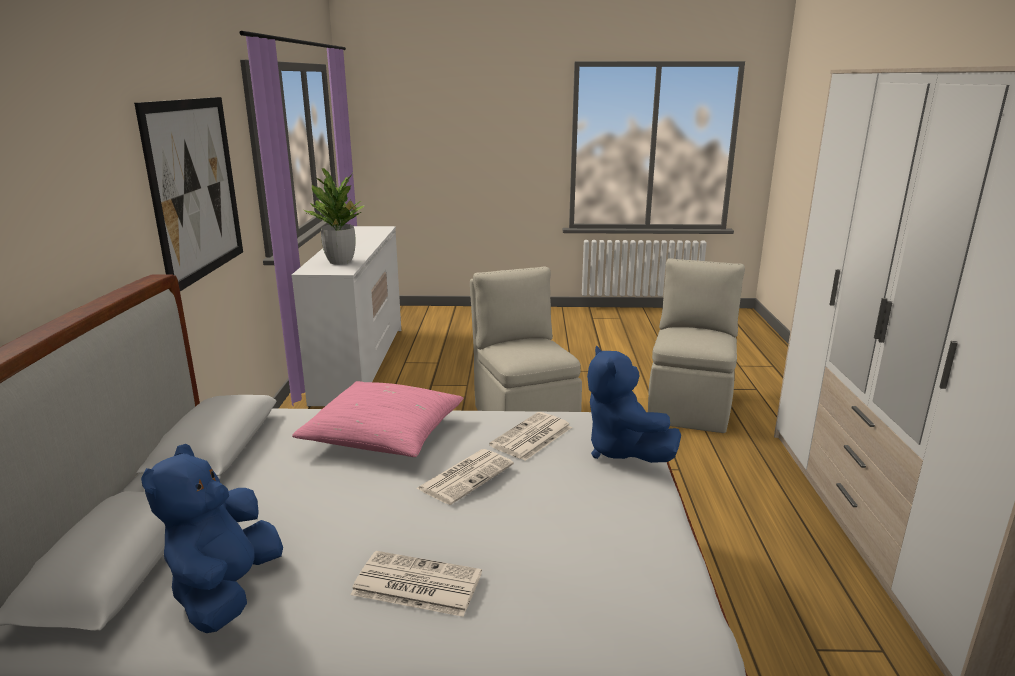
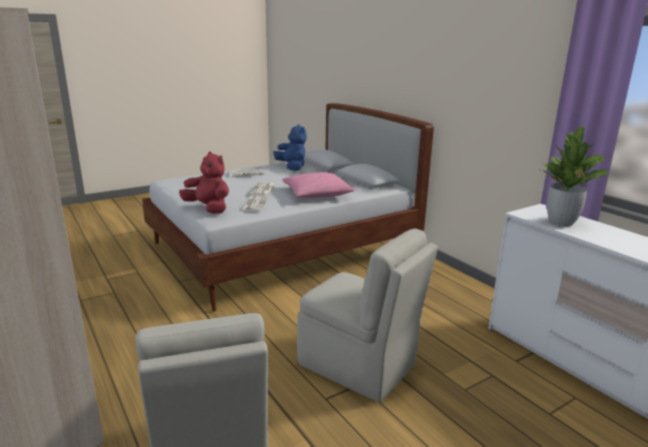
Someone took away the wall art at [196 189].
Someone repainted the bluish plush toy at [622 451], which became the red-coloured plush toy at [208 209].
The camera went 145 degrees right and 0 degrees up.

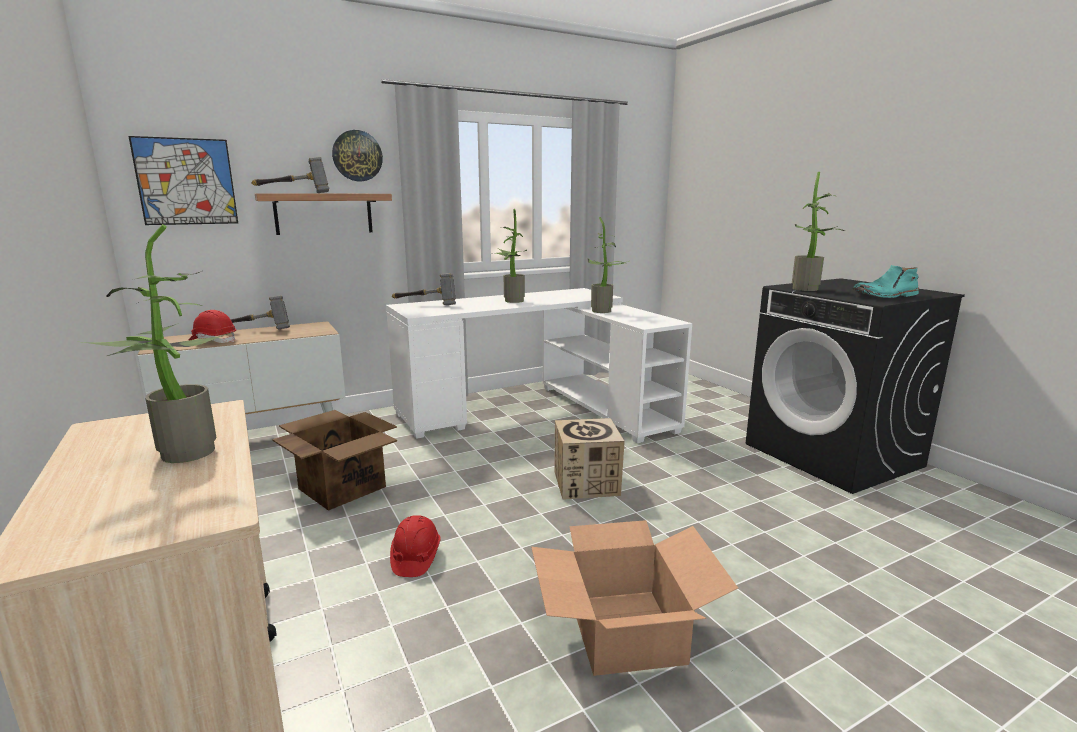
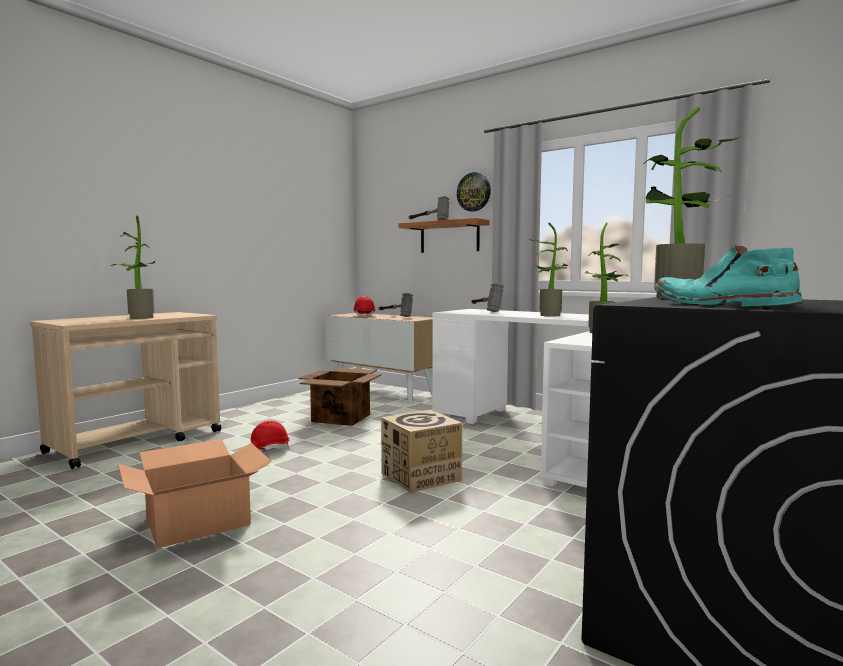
Someone took away the wall art at [186 181].
The camera went 65 degrees right and 10 degrees down.

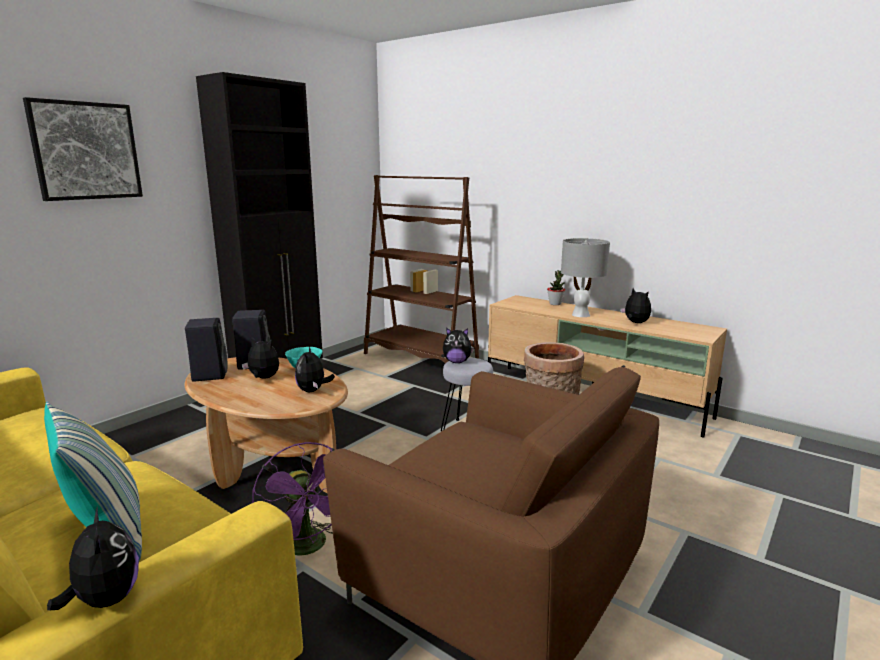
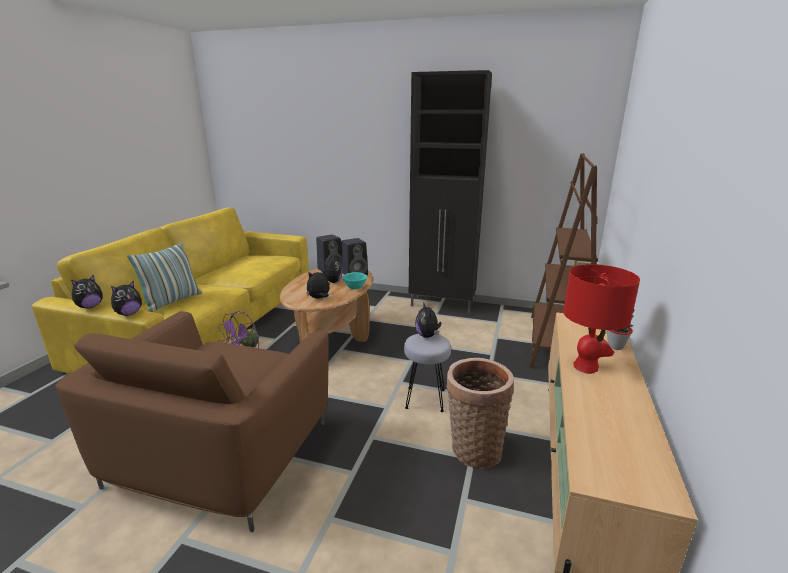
Someone took away the wall art at [86 151].
Someone repainted the greyish lamp for a table at [580 314], which became the red-coloured lamp for a table at [586 367].
Someone carried the plush toy from [635 323] to [129 314].
The camera went 70 degrees right and 5 degrees up.

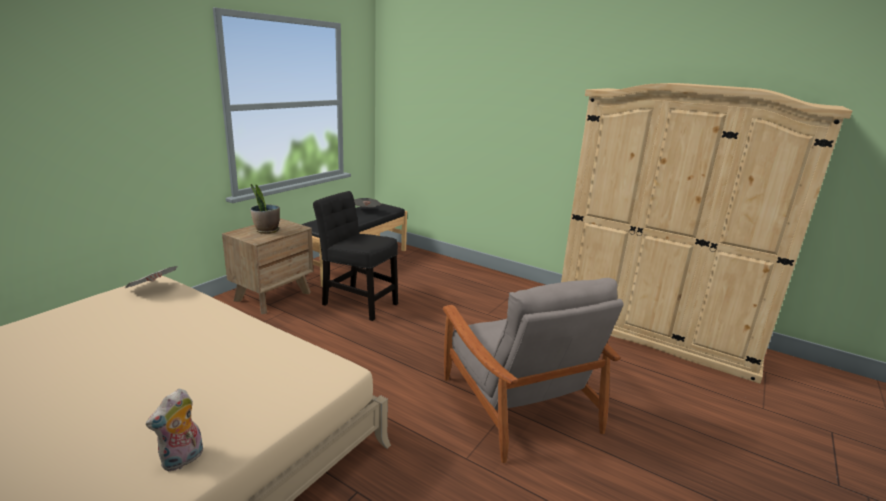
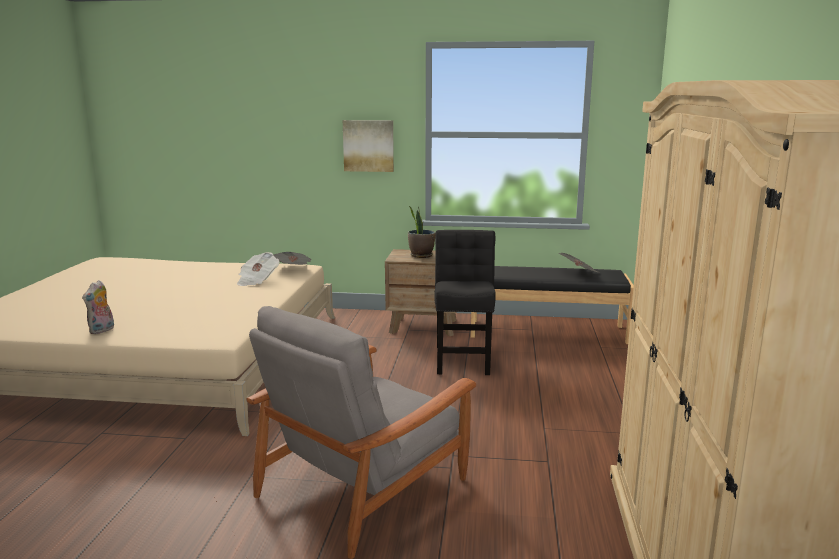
Someone rotated the plush toy at [183 460] by 75 degrees counterclockwise.
Someone put up the wall art at [368 145].
Someone put down the printed paper at [257 281].
The camera went 65 degrees right and 5 degrees down.

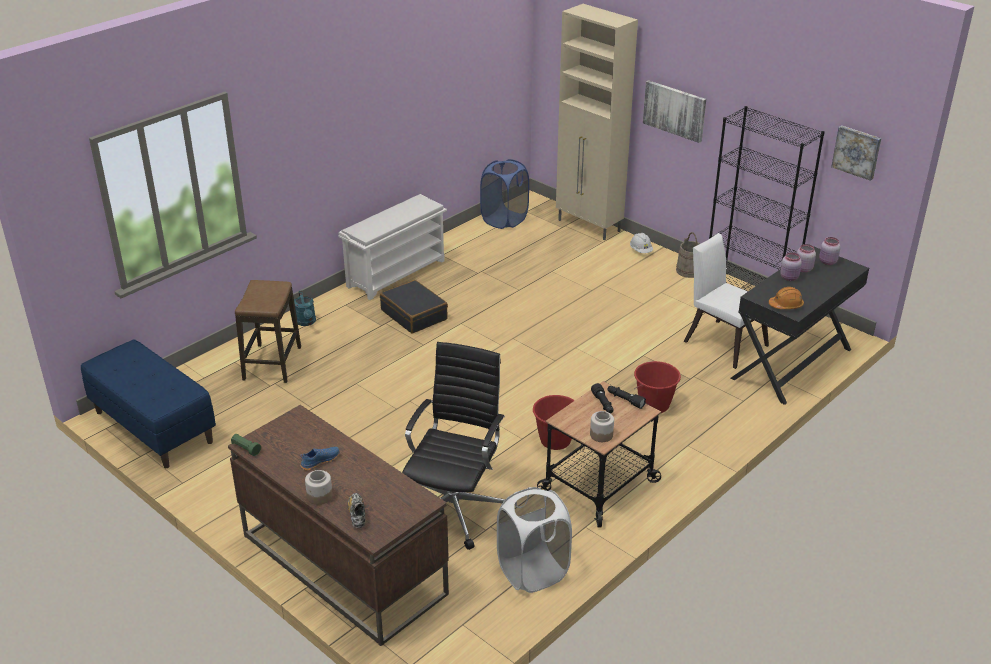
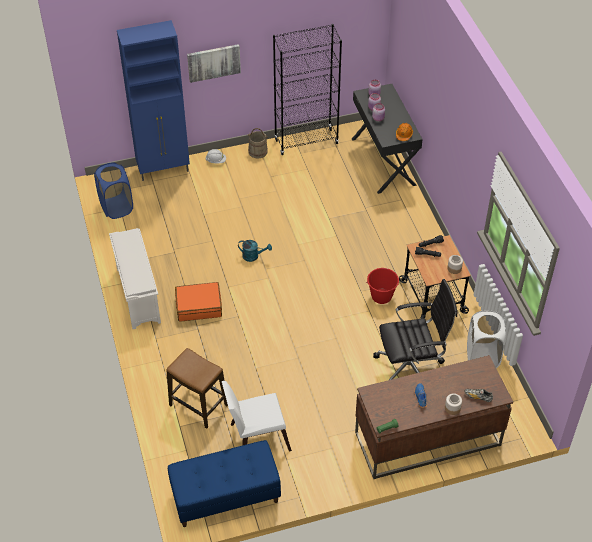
Someone repainted the sand-coloured storage cabinet at [589 226], which became the bluish storage cabinet at [164 169].
Someone took away the wall art at [857 152].
Someone carried the whitish upright chair from [722 341] to [256 437].
Someone repainted the black suitcase at [414 315], which became the orange-coloured suitcase at [199 306].
Someone carried the turquoise-coloured watering can from [306 322] to [253 256].
Someone rotated the black office chair at [455 508] by 120 degrees clockwise.
Someone took away the red-coloured pail at [654 405].
The camera went 60 degrees left and 15 degrees up.

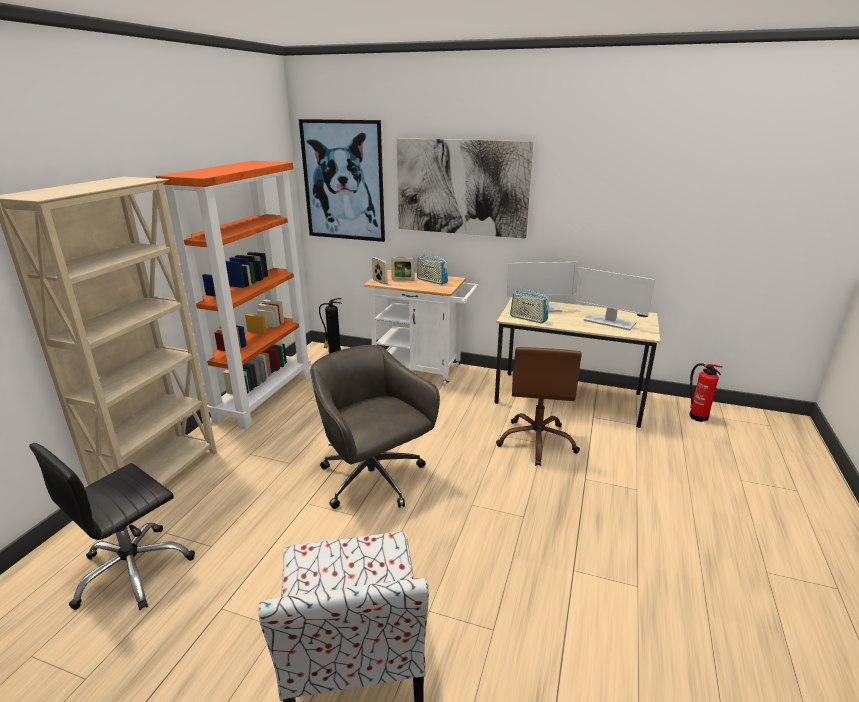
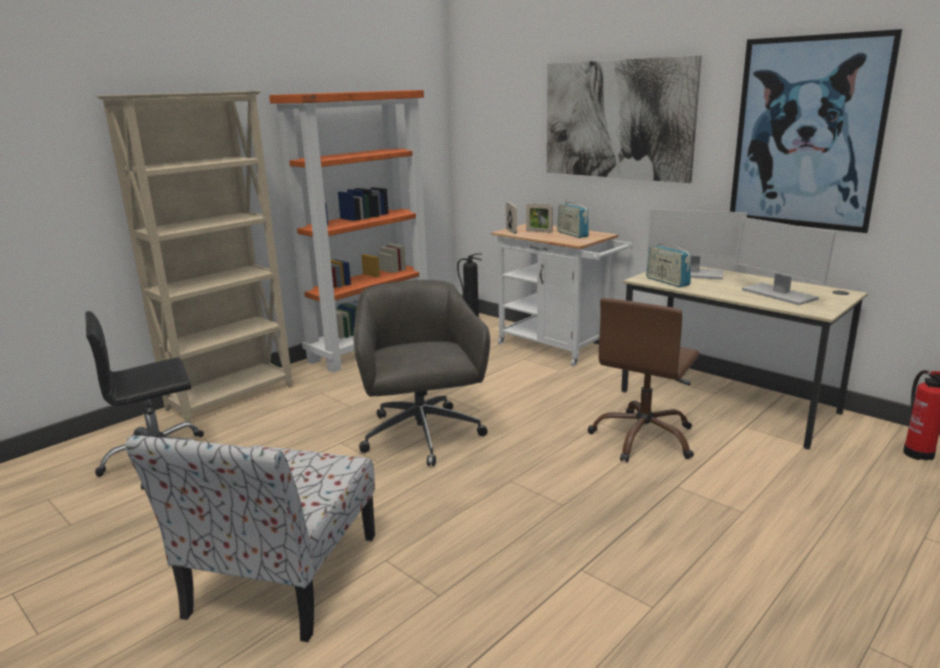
Someone carried the wall art from [343 181] to [807 133].
The camera went 25 degrees right and 5 degrees down.

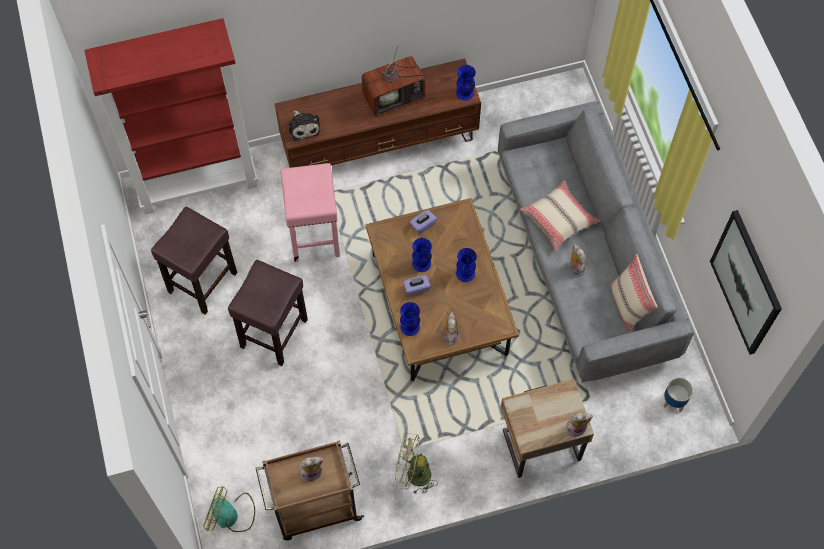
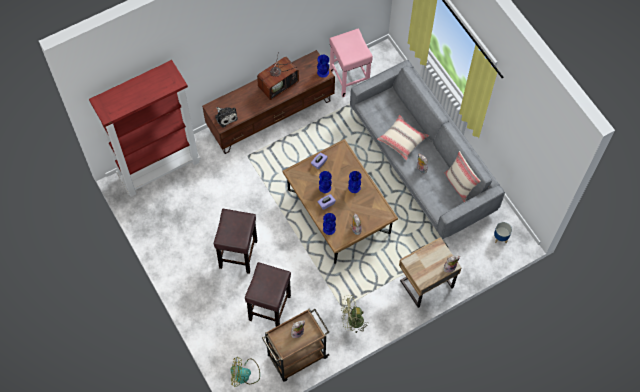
Someone carried the pink stool from [314 234] to [348 78].
Someone carried the brownish stool from [203 281] to [270 307].
Someone took away the wall art at [746 283].
The camera went 15 degrees left and 0 degrees up.

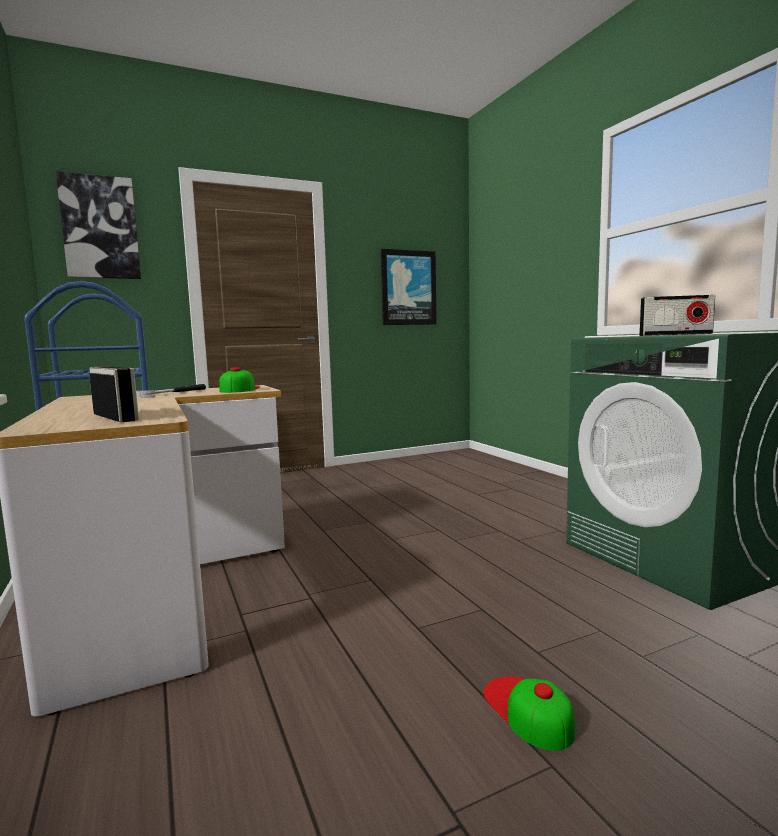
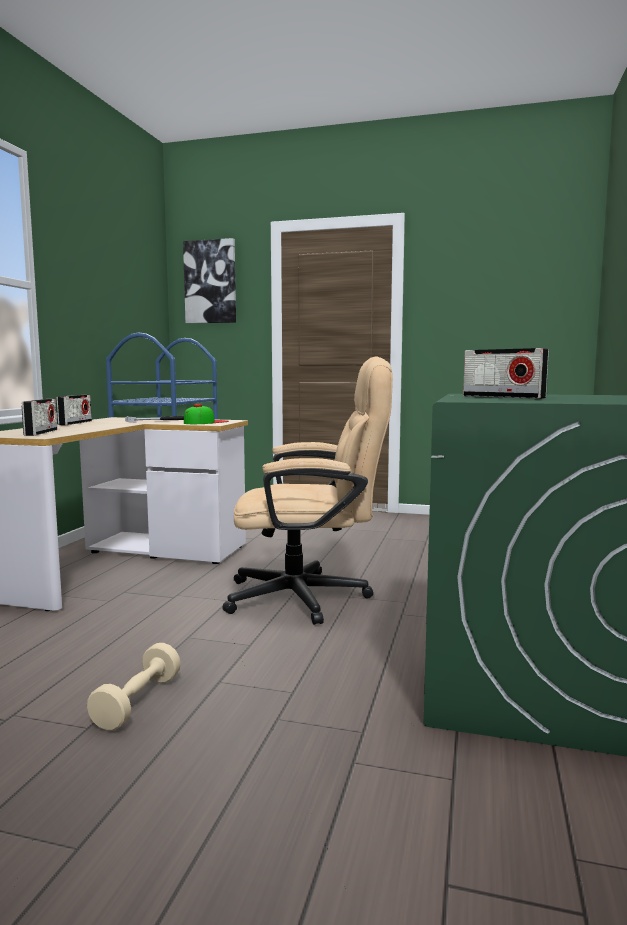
Someone took away the wall art at [408 288].
Someone swapped the cap at [527 710] for the sand-coloured free weight at [137 702].
Someone put down the sand-coloured office chair at [311 597].
Someone put down the radio receiver at [75 423].
The camera went 40 degrees right and 0 degrees up.

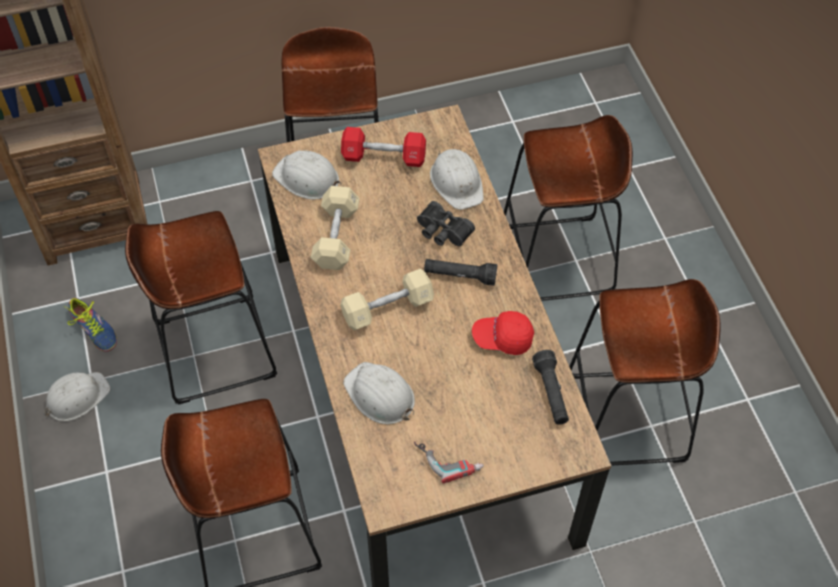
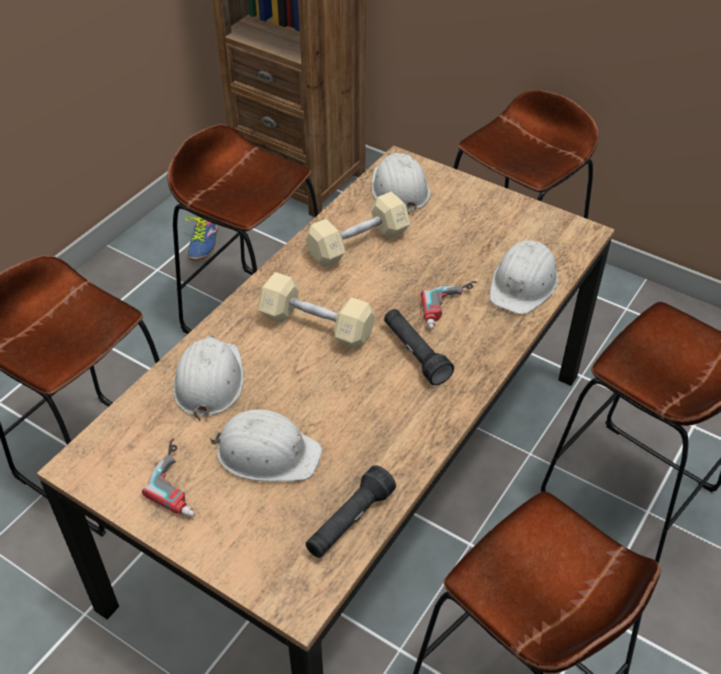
Someone took away the red-coloured free weight at [384 157].
Someone swapped the black field glasses at [442 232] for the electric drill at [451 309].
Someone took away the red-coloured cap at [502 338].
Someone carried the whitish safety helmet from [77 397] to [267 453].
The camera went 50 degrees right and 10 degrees down.

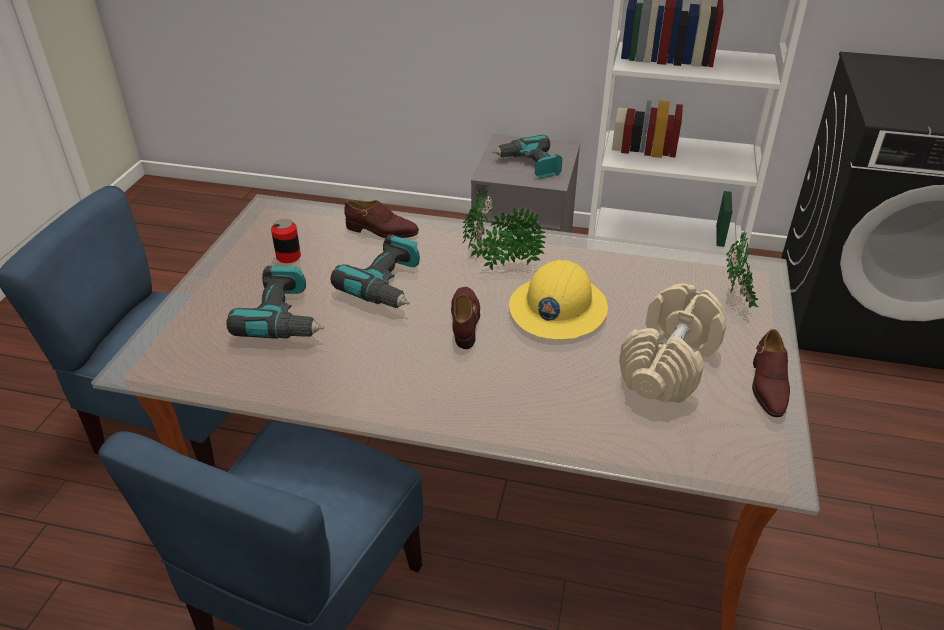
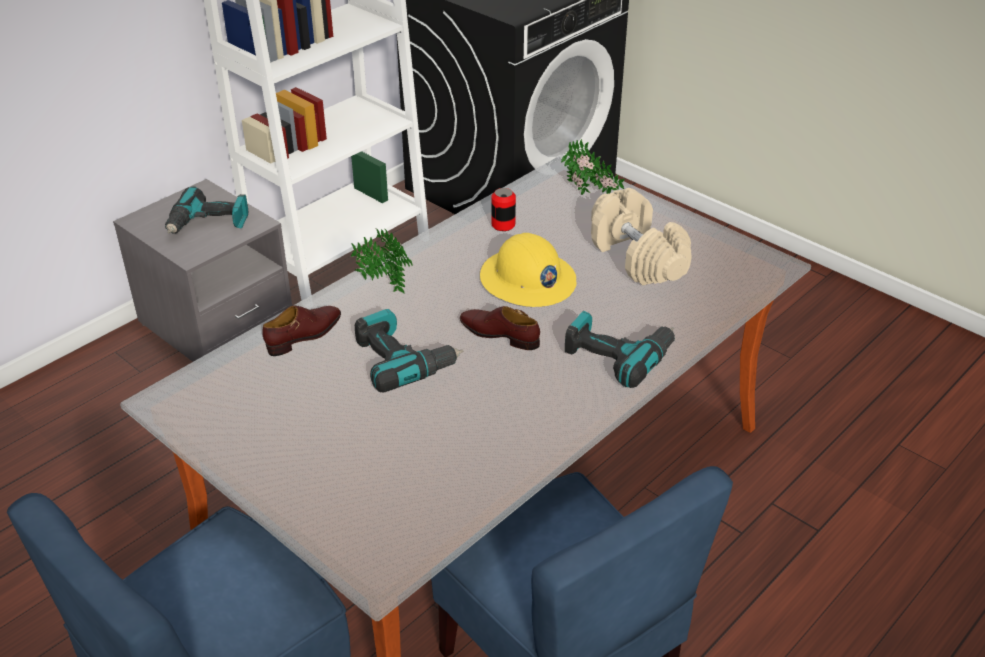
Someone took away the potted plant at [506 266].
Someone carried the sealed can from [288 256] to [503 225].
Someone carried the electric drill from [285 317] to [618 355].
Someone took away the brownish item of footwear at [767 385].
The camera went 60 degrees left and 0 degrees up.

